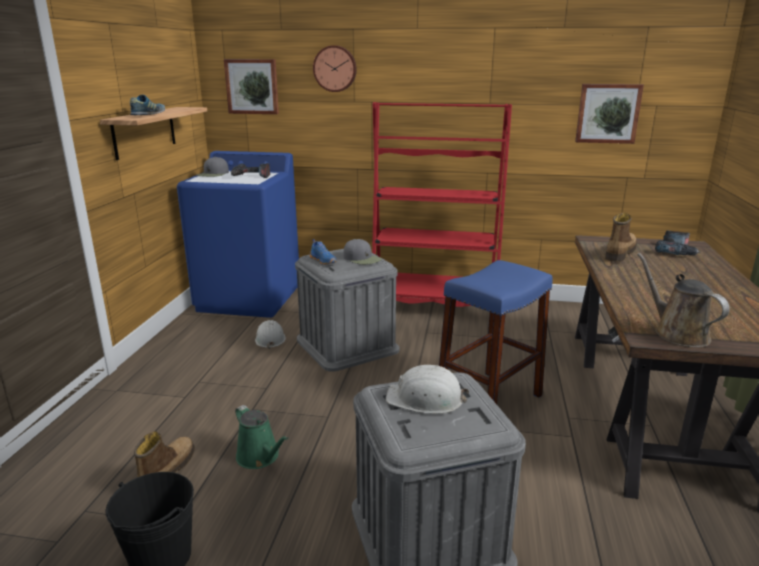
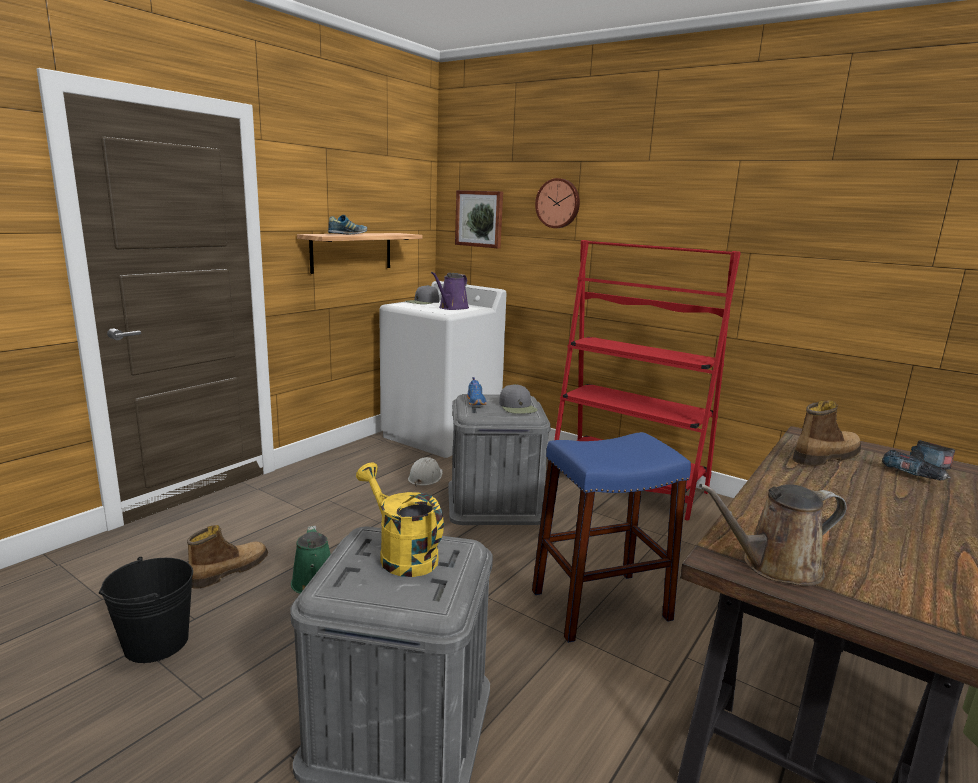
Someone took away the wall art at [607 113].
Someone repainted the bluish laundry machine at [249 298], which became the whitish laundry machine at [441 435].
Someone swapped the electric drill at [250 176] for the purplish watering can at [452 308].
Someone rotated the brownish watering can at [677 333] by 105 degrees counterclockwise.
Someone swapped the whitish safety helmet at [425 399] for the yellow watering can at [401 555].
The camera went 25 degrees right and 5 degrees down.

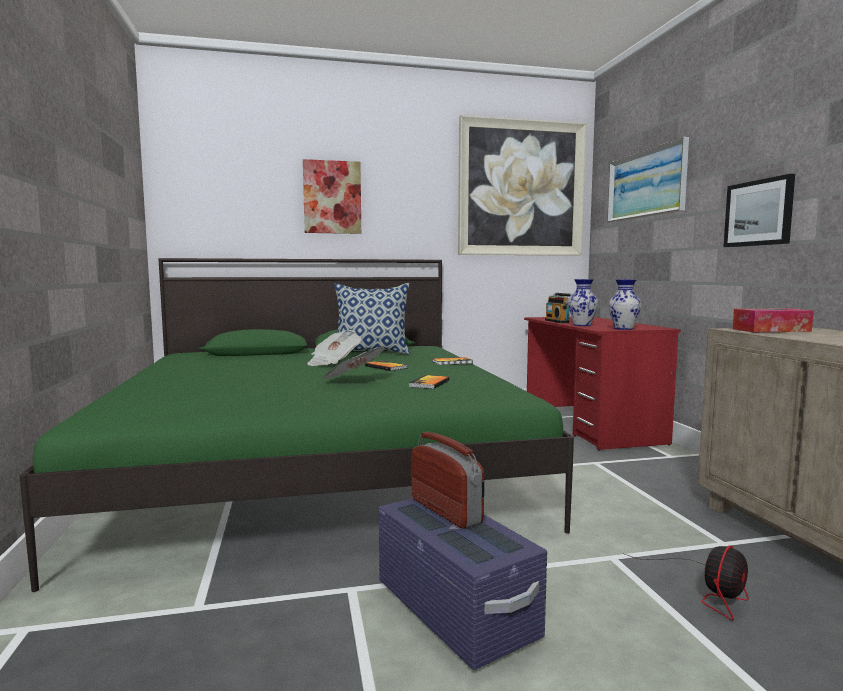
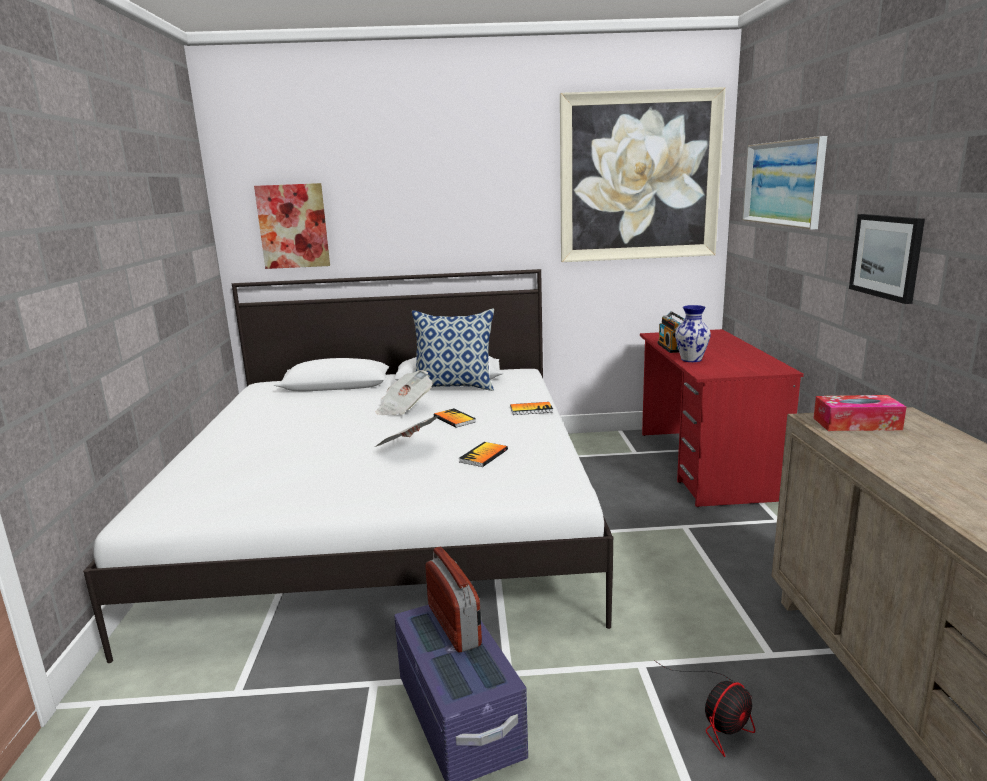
Someone carried the wall art from [332 197] to [293 226].
Someone repainted the greenish sleeping bed at [317 465], which became the whitish sleeping bed at [388 516].
Someone took away the flower vase at [623 328].
The camera went 10 degrees right and 10 degrees up.

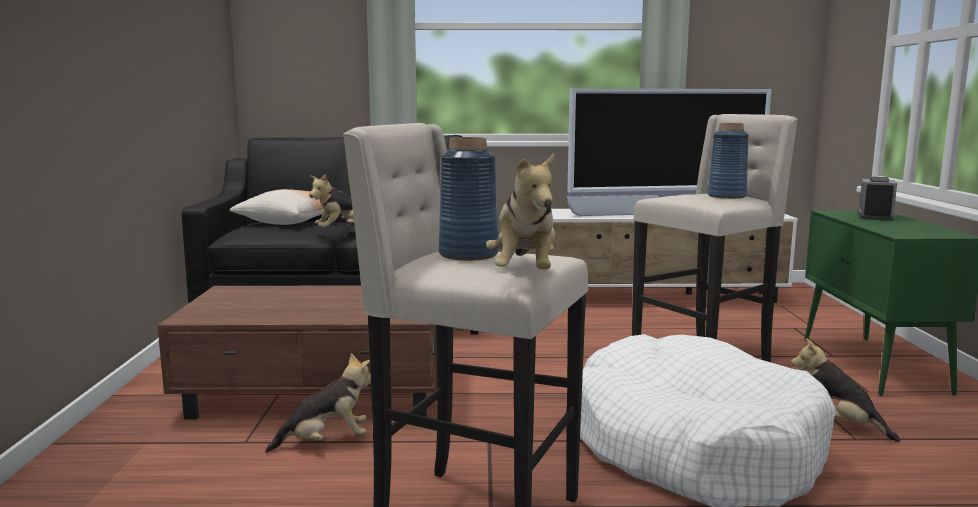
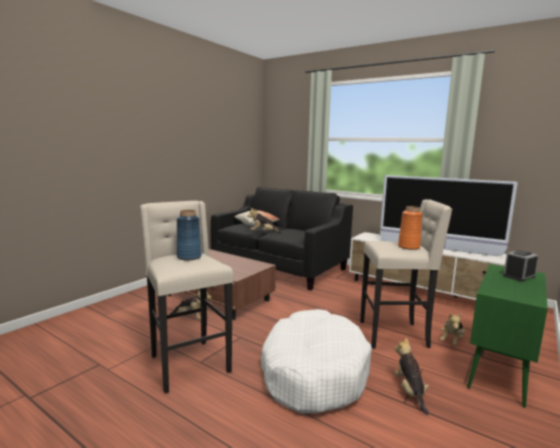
Someone repainted the bluish flower vase at [726 196], which became the orange-coloured flower vase at [408 247].
Someone carried the plush toy from [525 273] to [452 341].
The camera went 35 degrees right and 0 degrees up.

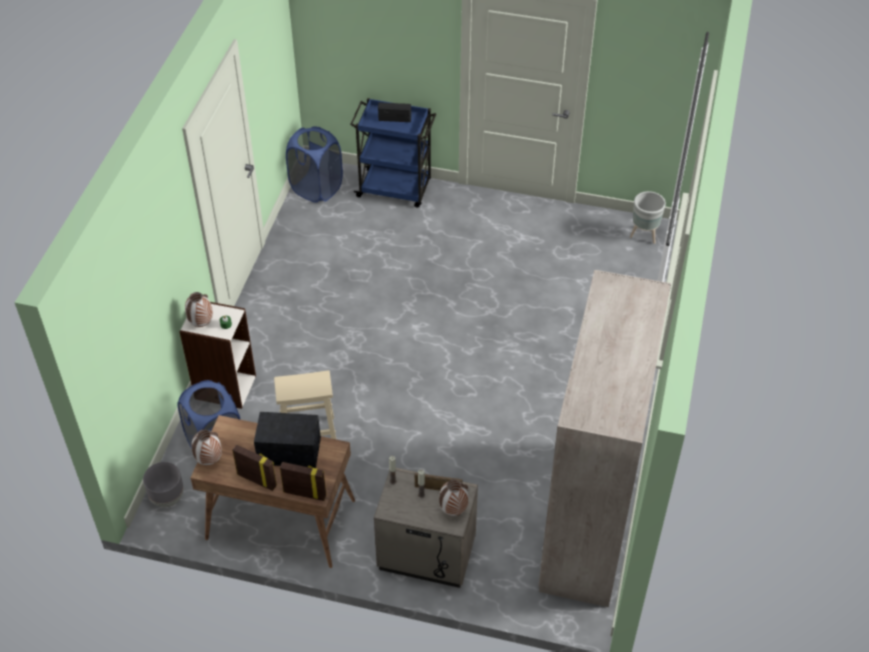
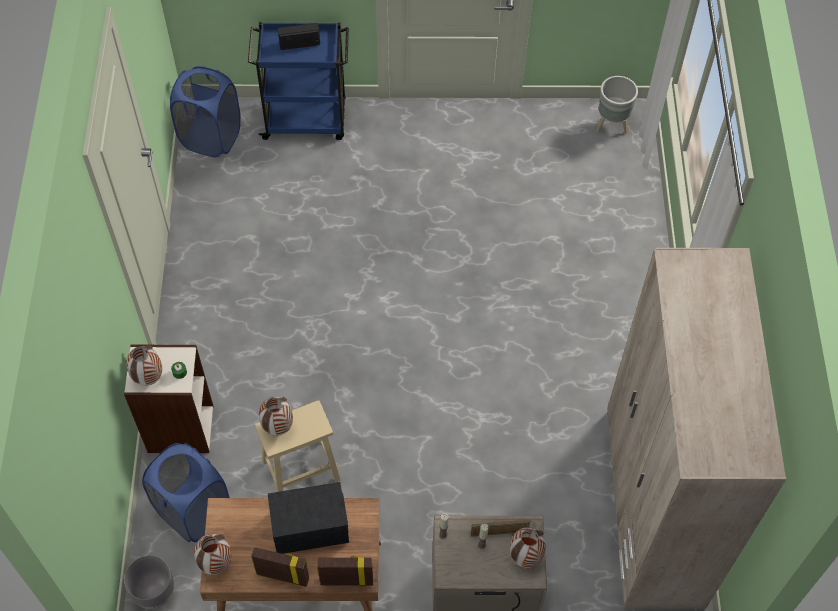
Someone put down the flower vase at [278 427].
The camera went 15 degrees left and 10 degrees up.

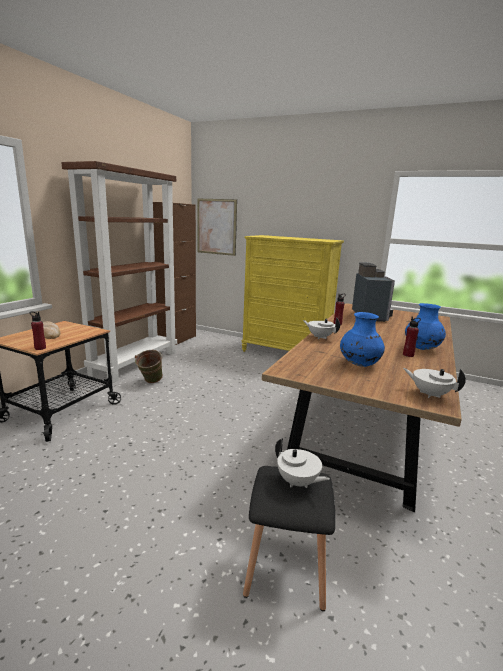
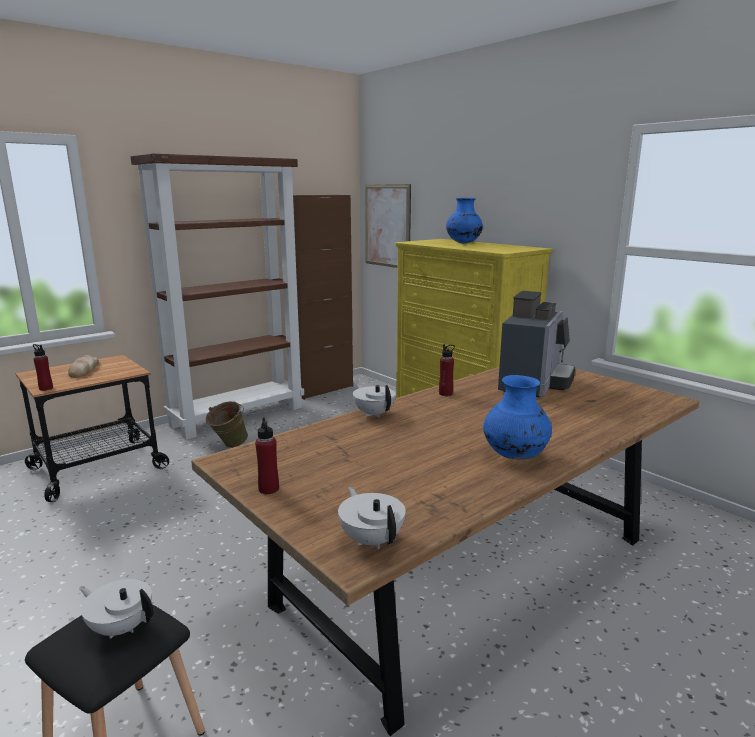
Someone carried the bluish flower vase from [359 364] to [463 243].
Someone carried the red-coloured beverage bottle from [408 355] to [268 489].
Someone rotated the whitish teapot at [298 482] by 135 degrees clockwise.
The camera went 25 degrees right and 0 degrees up.

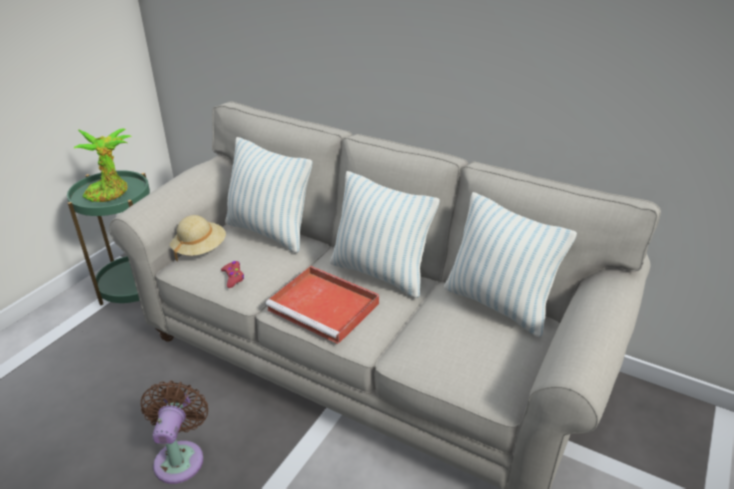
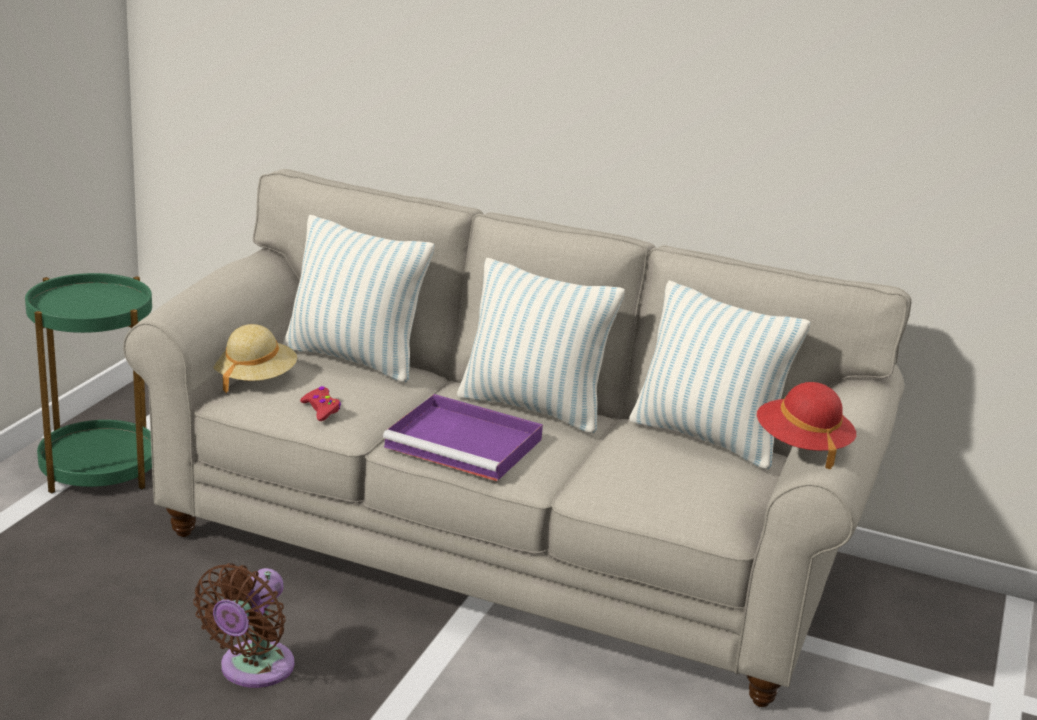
Someone took away the potted plant at [110 192].
Someone repainted the red-coloured tray at [325 307], which became the purplish tray at [466 443].
Someone rotated the brownish electric fan at [180 457] by 150 degrees counterclockwise.
Someone put down the red-coloured hat at [801 446].
The camera went 10 degrees left and 10 degrees down.

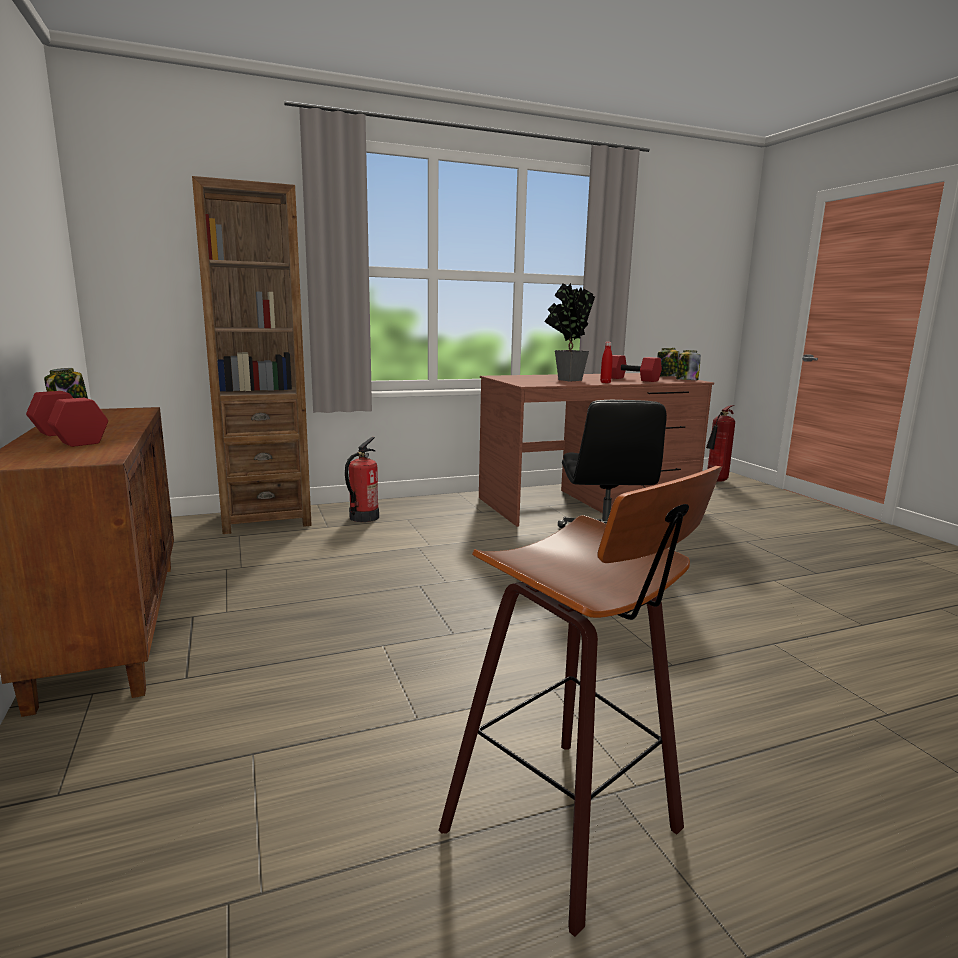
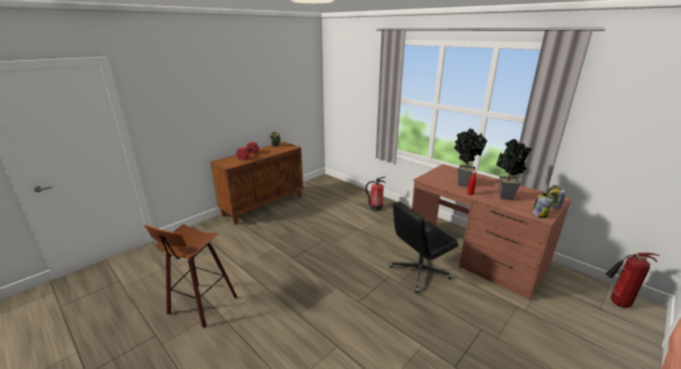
Someone took away the brownish bookcase at [266 519].
Someone swapped the red-coloured free weight at [631 379] for the potted plant at [504 198].
The camera went 65 degrees right and 10 degrees up.

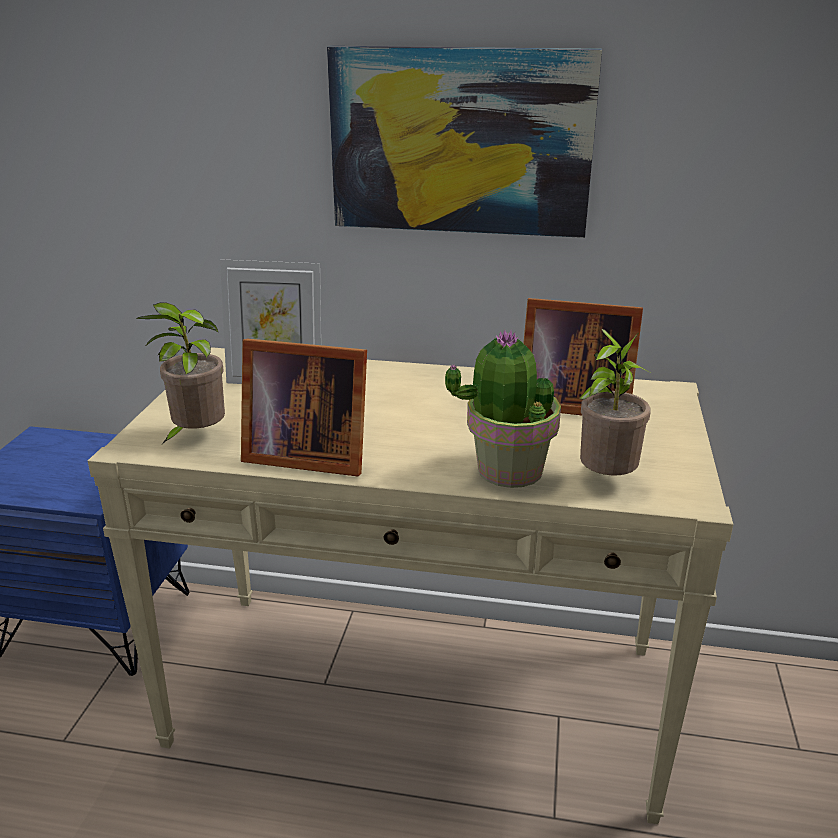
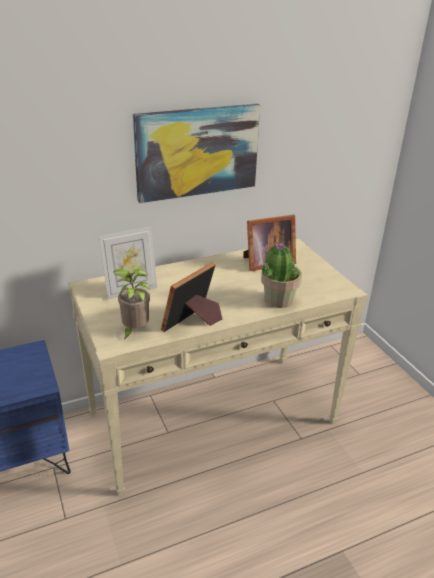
Someone took away the potted plant at [605 480].
Someone rotated the picture frame at [304 455] by 150 degrees clockwise.
The camera went 35 degrees left and 5 degrees up.

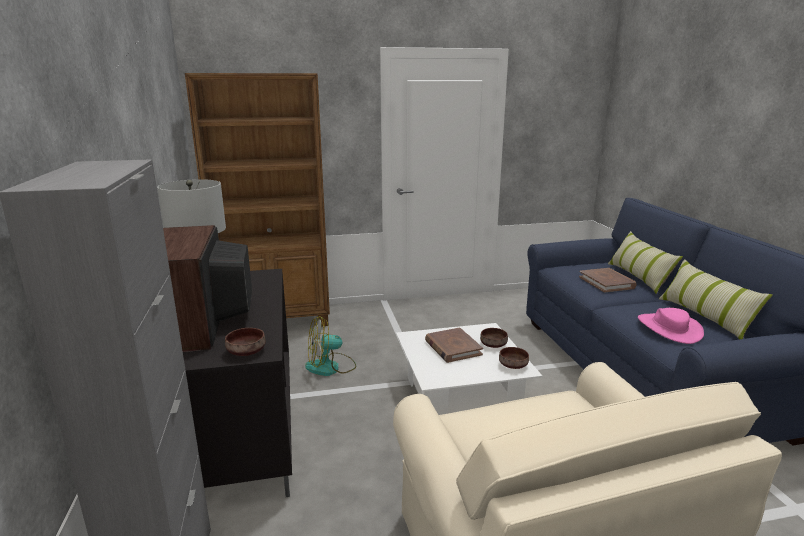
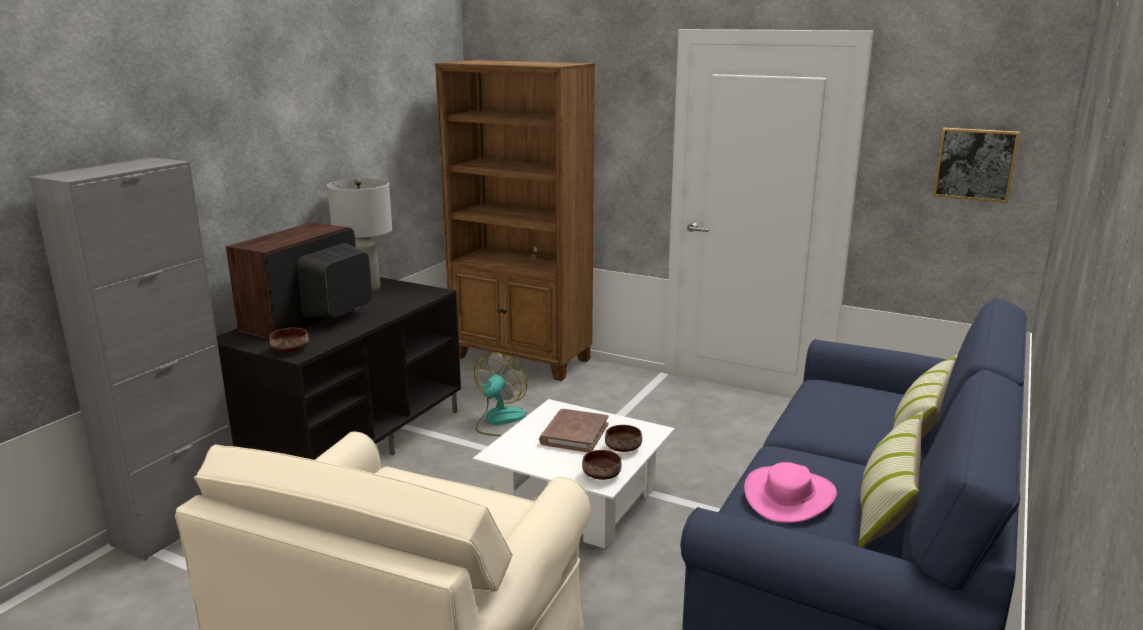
Someone took away the brownish bound book at [607 282].
Someone rotated the electric fan at [330 367] by 90 degrees clockwise.
Someone put up the wall art at [975 164].
The camera went 40 degrees right and 0 degrees up.

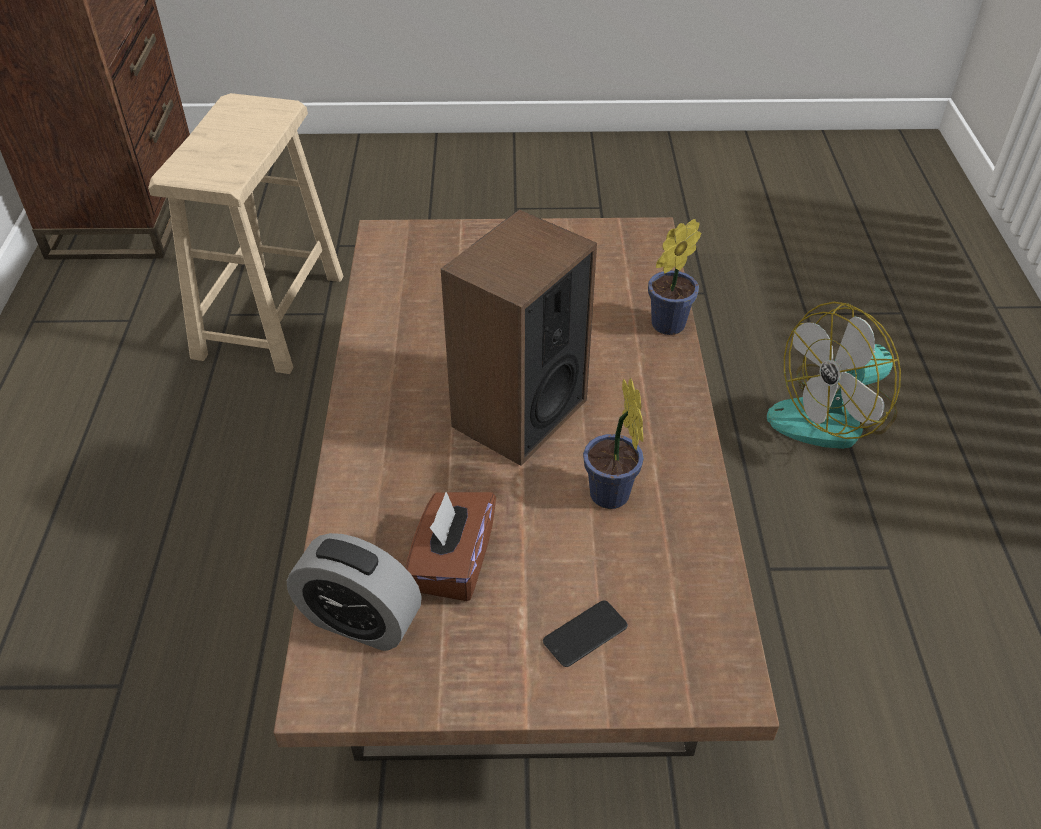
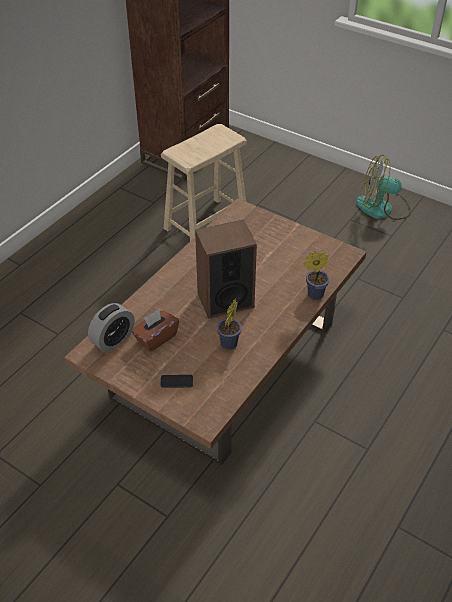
Someone carried the electric fan from [833 416] to [382 208].
Someone rotated the alarm clock at [360 621] by 105 degrees counterclockwise.
The camera went 35 degrees right and 0 degrees up.

